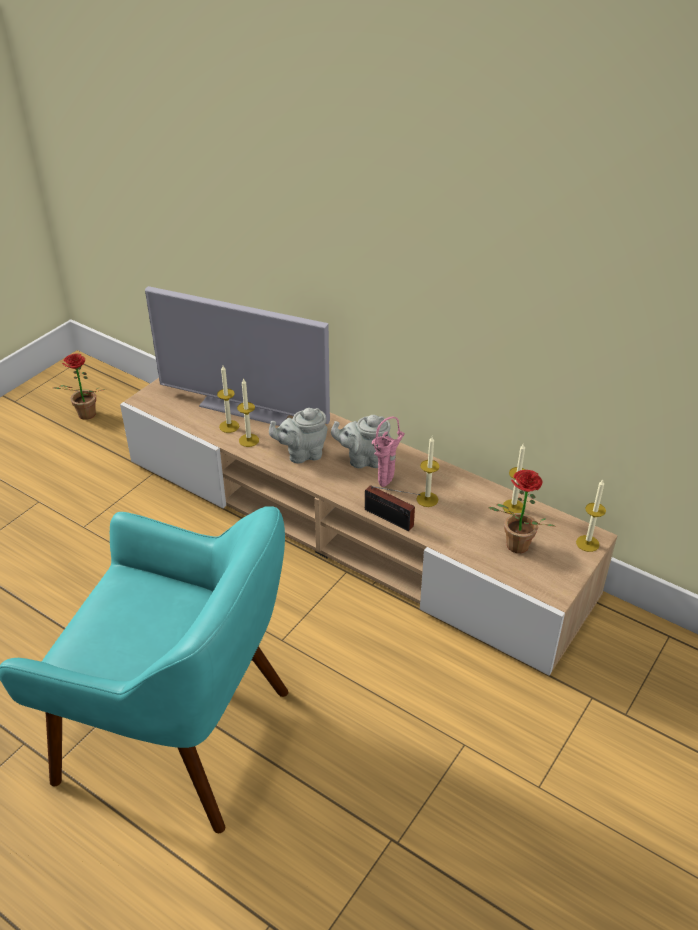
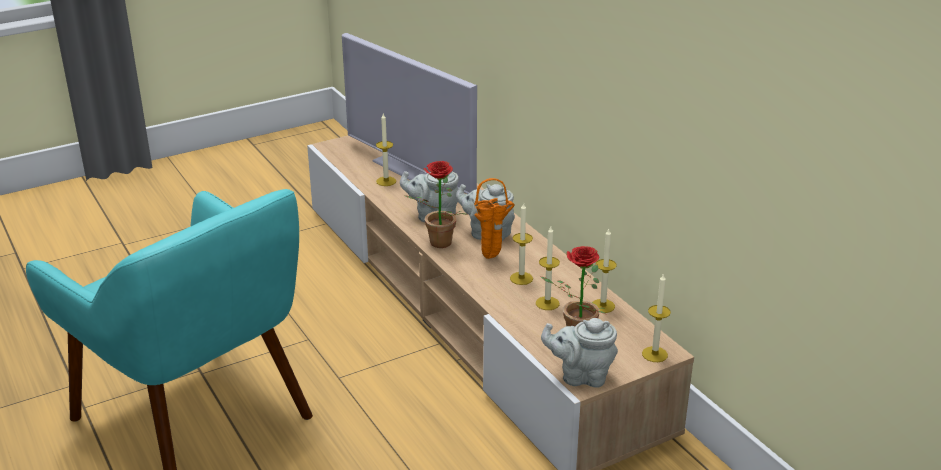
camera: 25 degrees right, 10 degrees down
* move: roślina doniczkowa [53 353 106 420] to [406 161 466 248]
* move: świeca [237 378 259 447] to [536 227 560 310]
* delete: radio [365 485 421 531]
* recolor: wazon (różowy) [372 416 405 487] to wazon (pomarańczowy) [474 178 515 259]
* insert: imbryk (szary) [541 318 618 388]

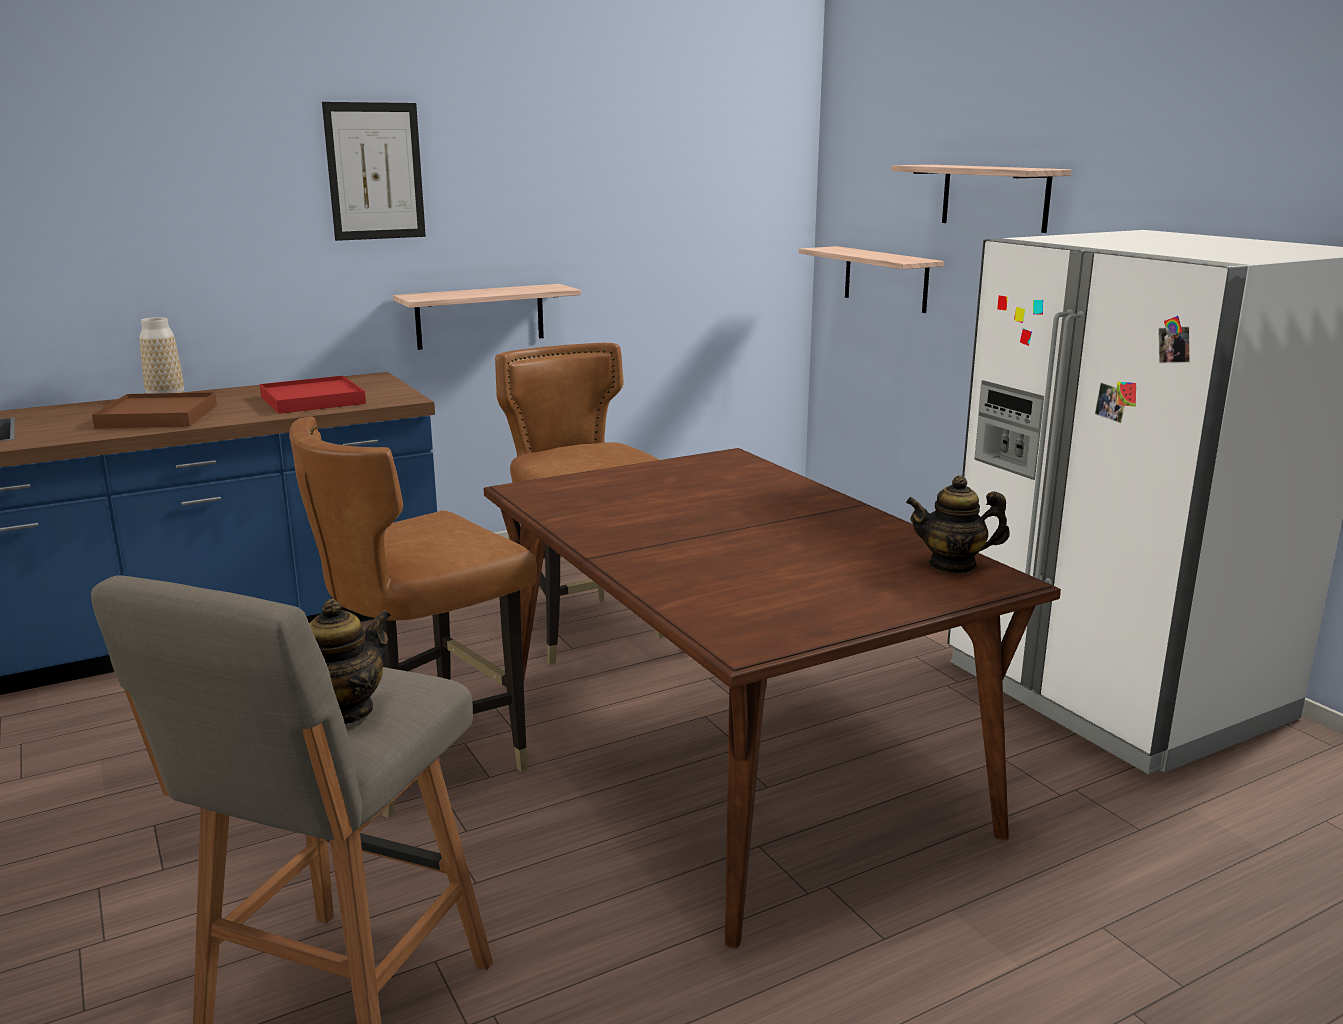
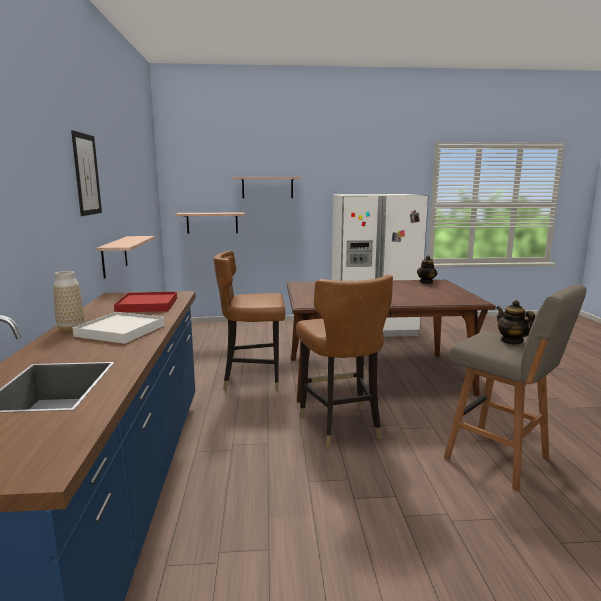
camera: 65 degrees left, 5 degrees down
* recolor: taca (brązowy) [92 392 217 429] to taca (biały) [73 312 165 344]

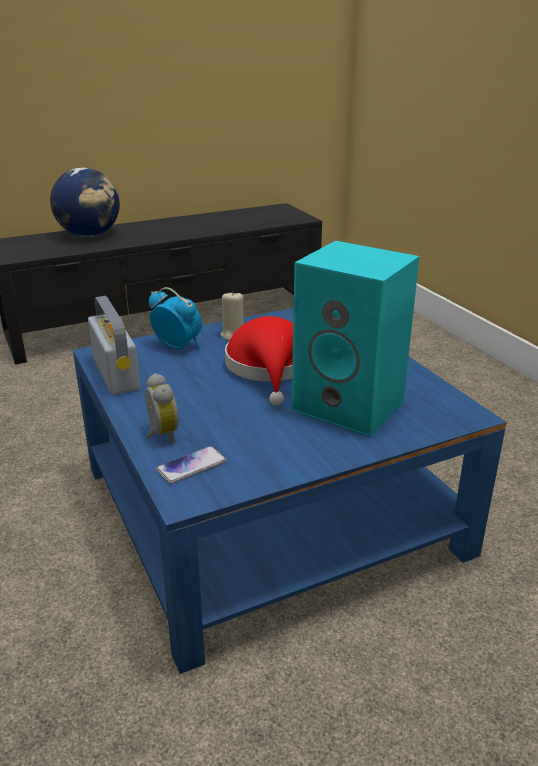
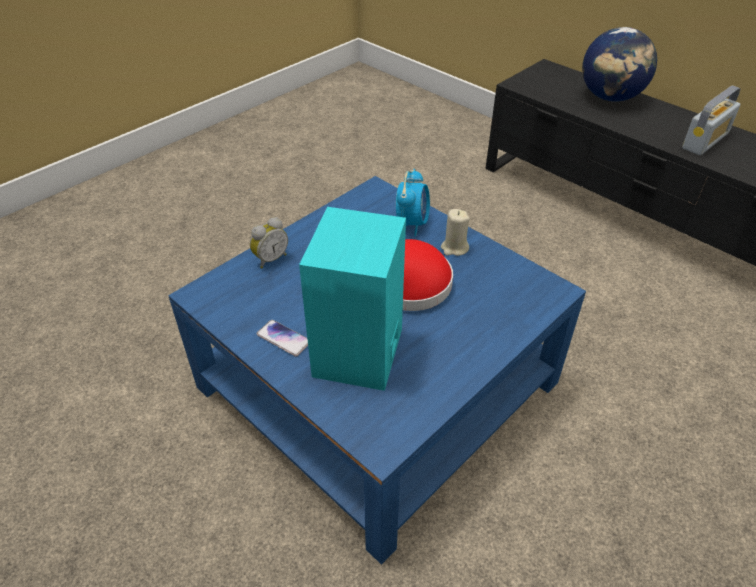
camera: 70 degrees right, 15 degrees up
* move: radio [88 296 140 395] to [682 85 741 155]
* move: telefon [156 446 226 484] to [256 320 308 357]

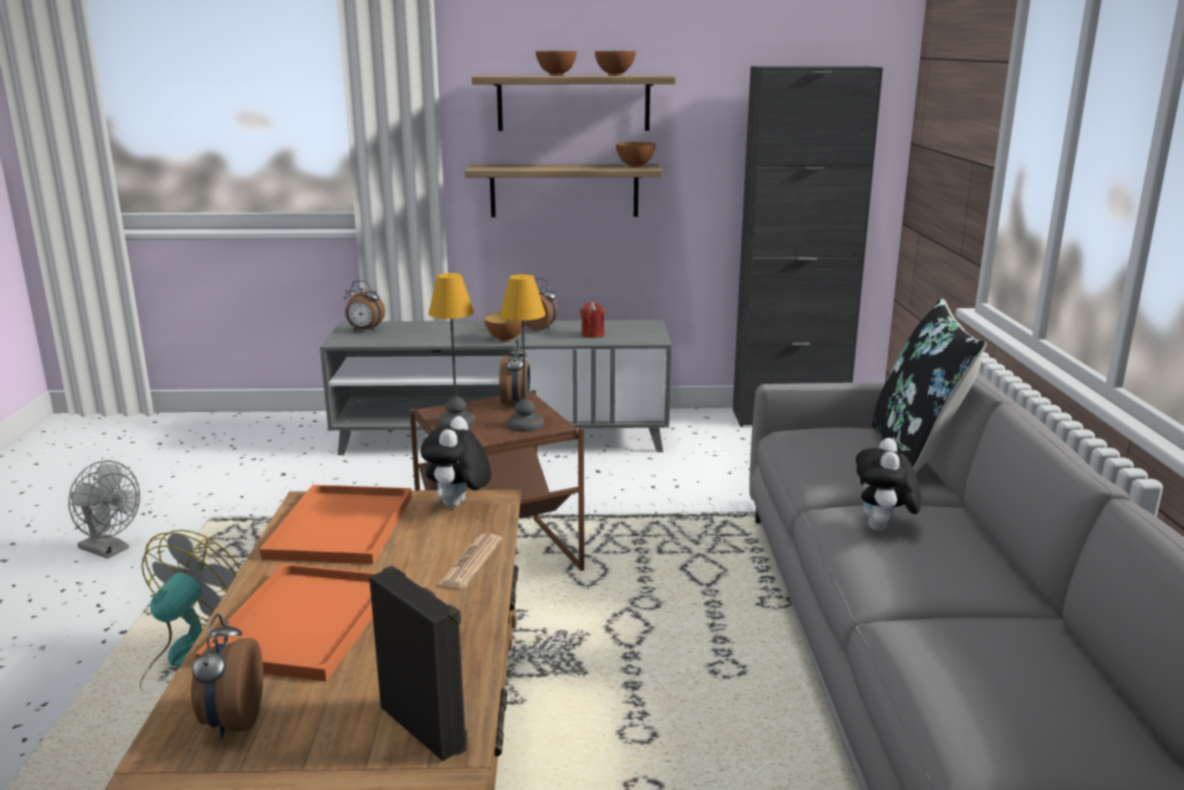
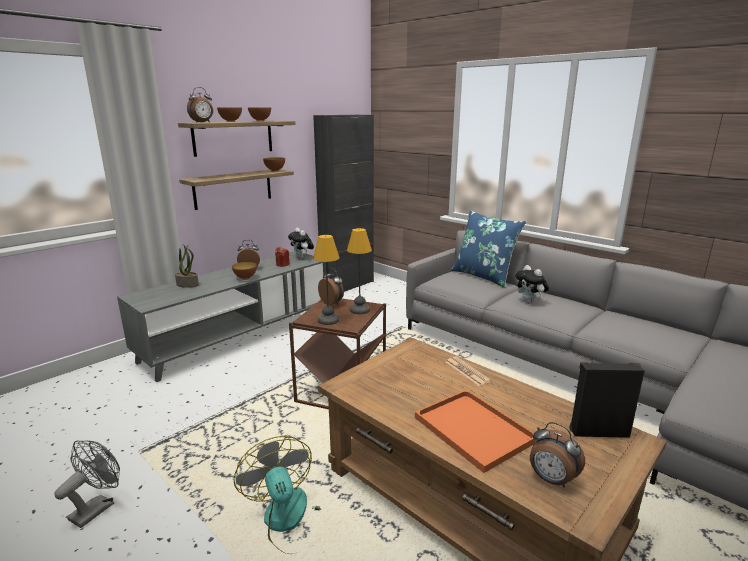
camera: 45 degrees left, 0 degrees up
* rotate: wentylator (szary) [68 460 140 559] = [54 440 120 528] 45 degrees counterclockwise
* delete: taca (pomarańczowy) [260 485 412 564]
* move: budzik [344 280 385 331] to [187 87 213 123]
* move: pluszak [421 416 491 508] to [288 228 314 259]
* recolor: poduszka (czarny) [872 298 986 474] to poduszka (niebieski) [451 210 526 288]
* insert: roślina doniczkowa [175 244 199 288]

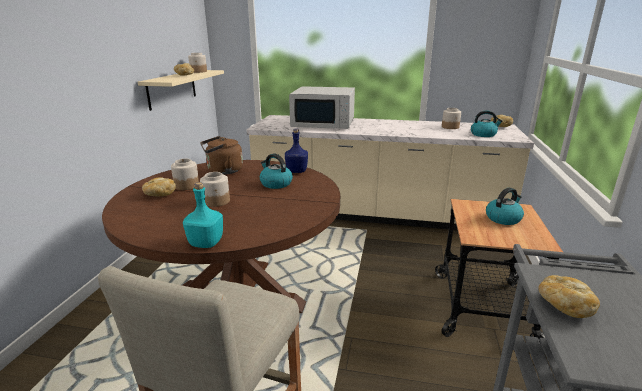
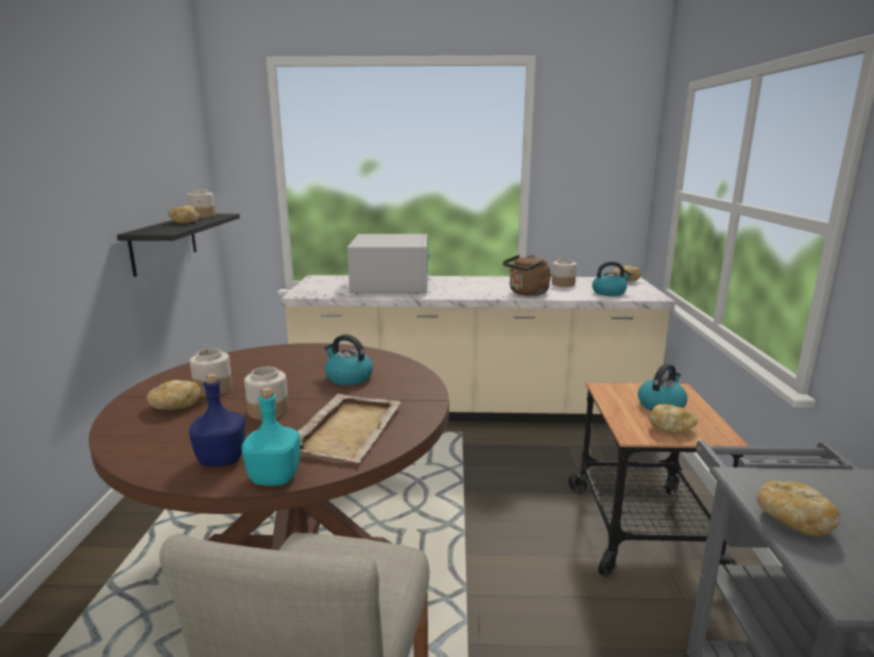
camera: 10 degrees left, 5 degrees down
* recolor: półka (beżowy) [138 70 224 111] to półka (czarny) [117 214 240 277]
* move: czajnik (brązowy) [200 136 243 175] to [503 255 551 296]
* move: butelka (niebieski) [285 129 308 173] to [189 373 245 467]
* rotate: mikrofalówka (biały) [289 86 355 129] = [347 234 430 294] 90 degrees counterclockwise
* insert: taca (beżowy) [297 394 401 463]
* insert: chleb [649 404 698 433]

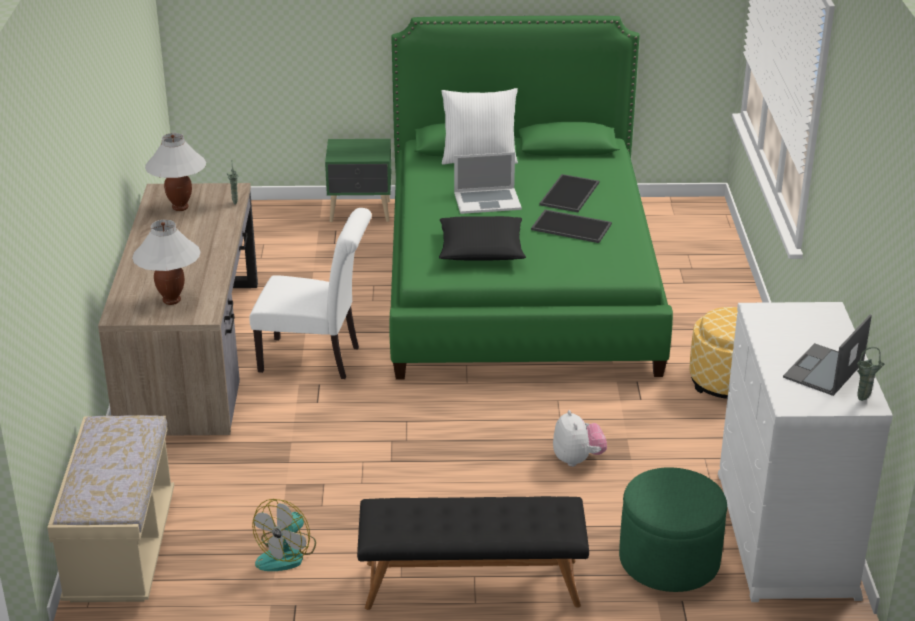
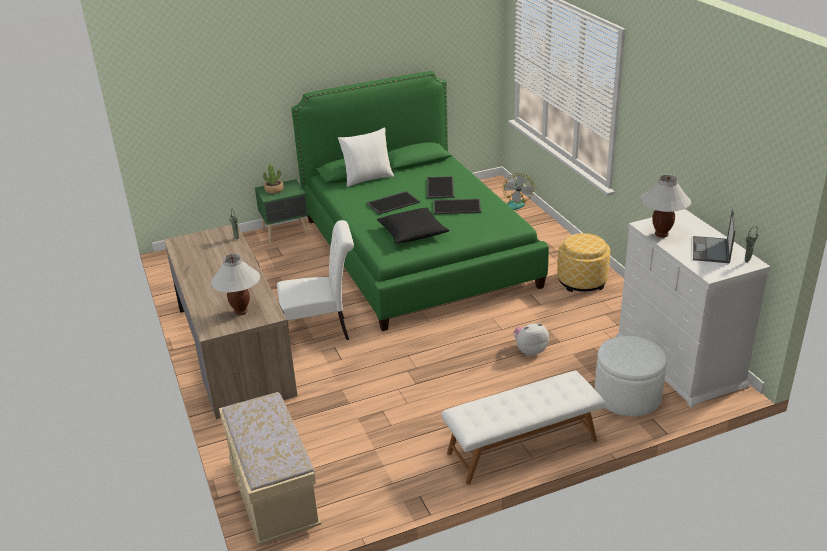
camera: 20 degrees left, 0 degrees up
* move: lampa stołowa (biały) [145 133 206 211] to [641 175 691 238]
* move: wentylator [252 499 316 571] to [501 173 534 210]
* recolor: ławka (czarny) [357 496 589 610] to ławka (biały) [442 371 605 485]
* replace: laptop [454 152 522 214] to taca [366 191 420 215]
* rotate: pluszak [553 410 607 467] = [514 323 549 356] 75 degrees counterclockwise
* recolor: pufa (zielony) [619 467 727 592] to pufa (biały) [595 336 667 416]
* insert: roślina doniczkowa [263 164 284 194]

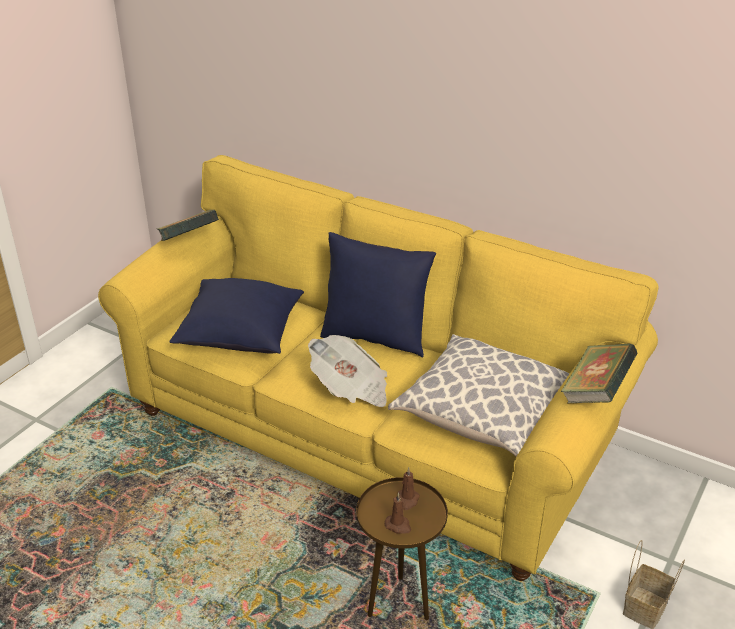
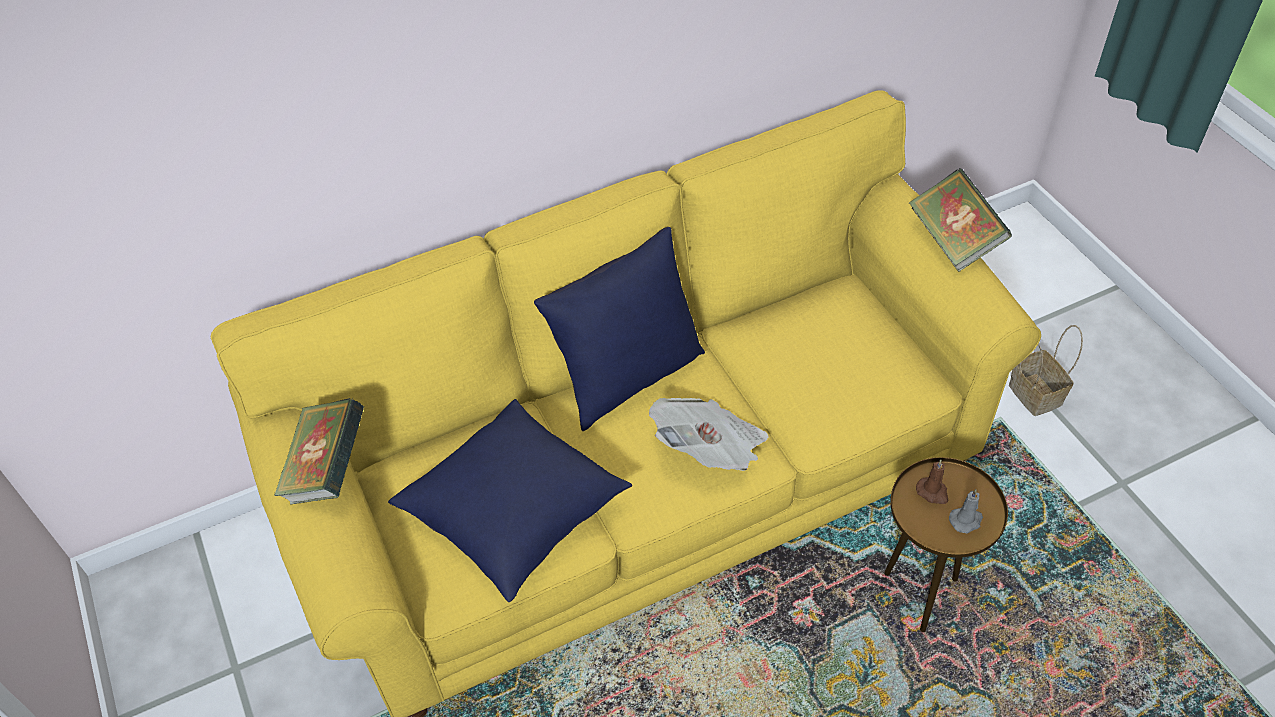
camera: 55 degrees left, 15 degrees up
* recolor: świeca (brązowy) [385 493 411 534] to świeca (szary) [949 489 983 534]
* delete: poduszka [388 334 570 456]

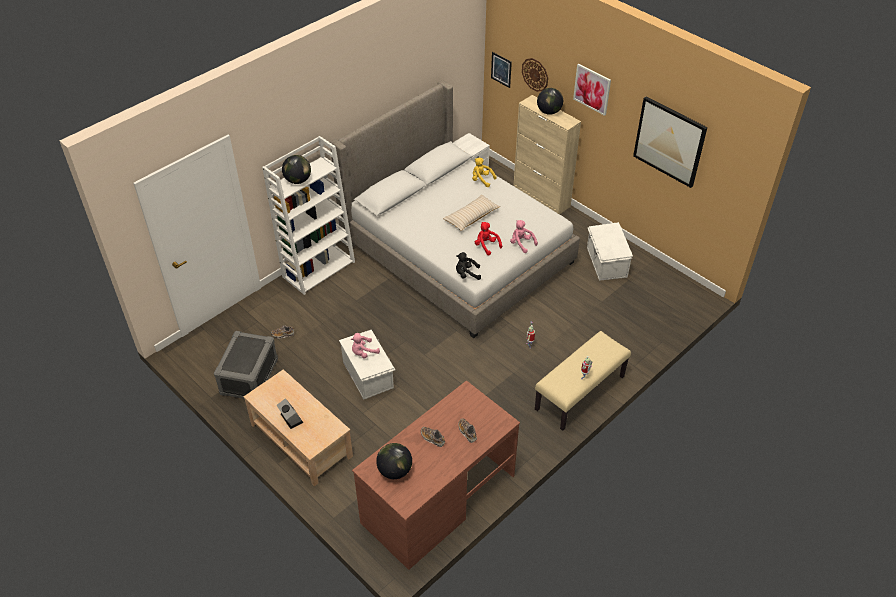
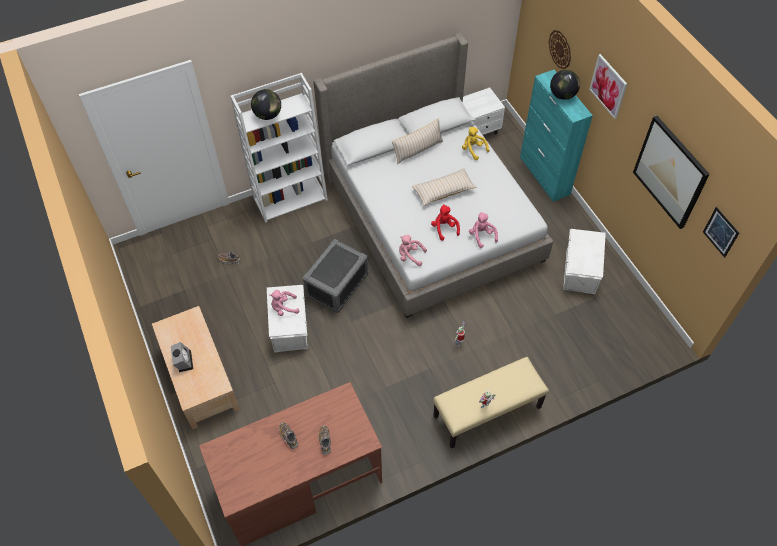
camera: 20 degrees right, 10 degrees up
* move: pojemnik do przechowywania (szary) [214 331 278 399] to [302 239 368 313]
* delete: globus [376 443 412 479]
* recolor: pluszak (czarny) [456 252 481 280] to pluszak (różowy) [399 235 427 266]
* move: obraz [491 52 512 88] to [703 207 739 258]
* recolor: szafka (beżowy) [513 95 581 215] to szafka (turkusowy) [520 70 593 202]
* insert: poduszka (beżowy) [392 118 443 164]

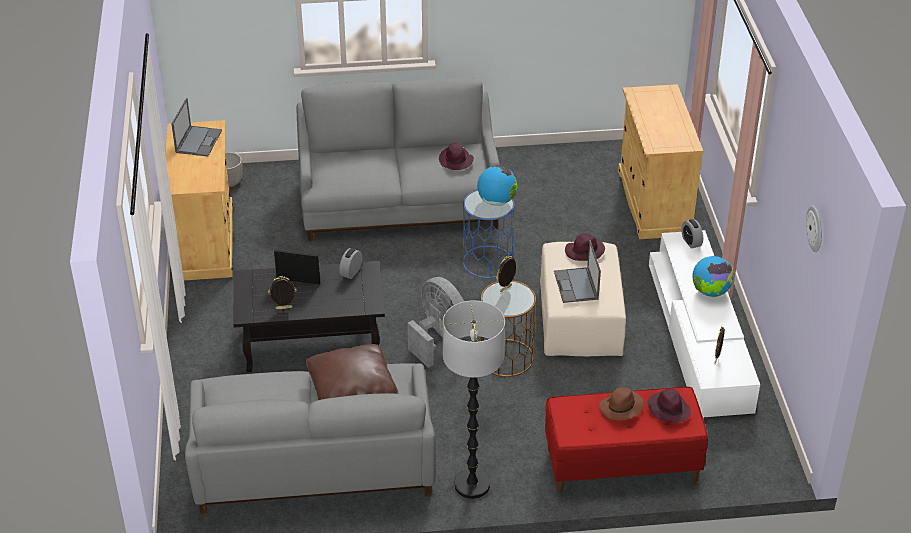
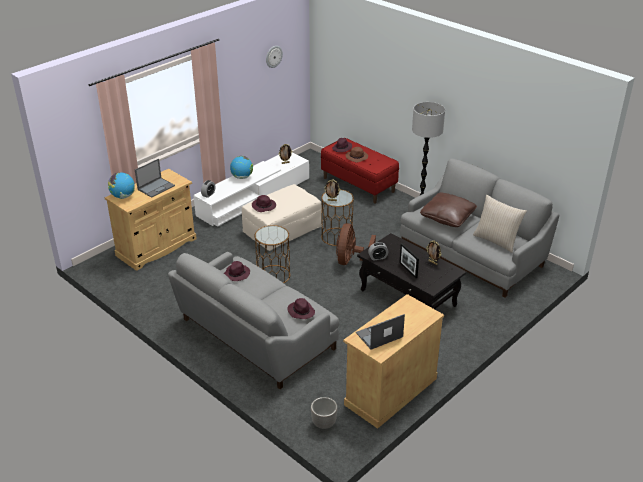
camera: 130 degrees left, 5 degrees down
* recolor: wentylator (szary) [407 277 464 368] to wentylator (brązowy) [336 223 376 265]
* recolor: stolik (niebieski) [463 189 515 278] to stolik (brązowy) [255 225 290 283]
* move: globus [477 165 518 206] to [108 172 135 199]
* move: laptop [554 240 601 303] to [135 159 175 198]
* insert: kapelusz (fioletowy) [287 298 315 319]
* insert: poduszka (beżowy) [473 195 527 253]

